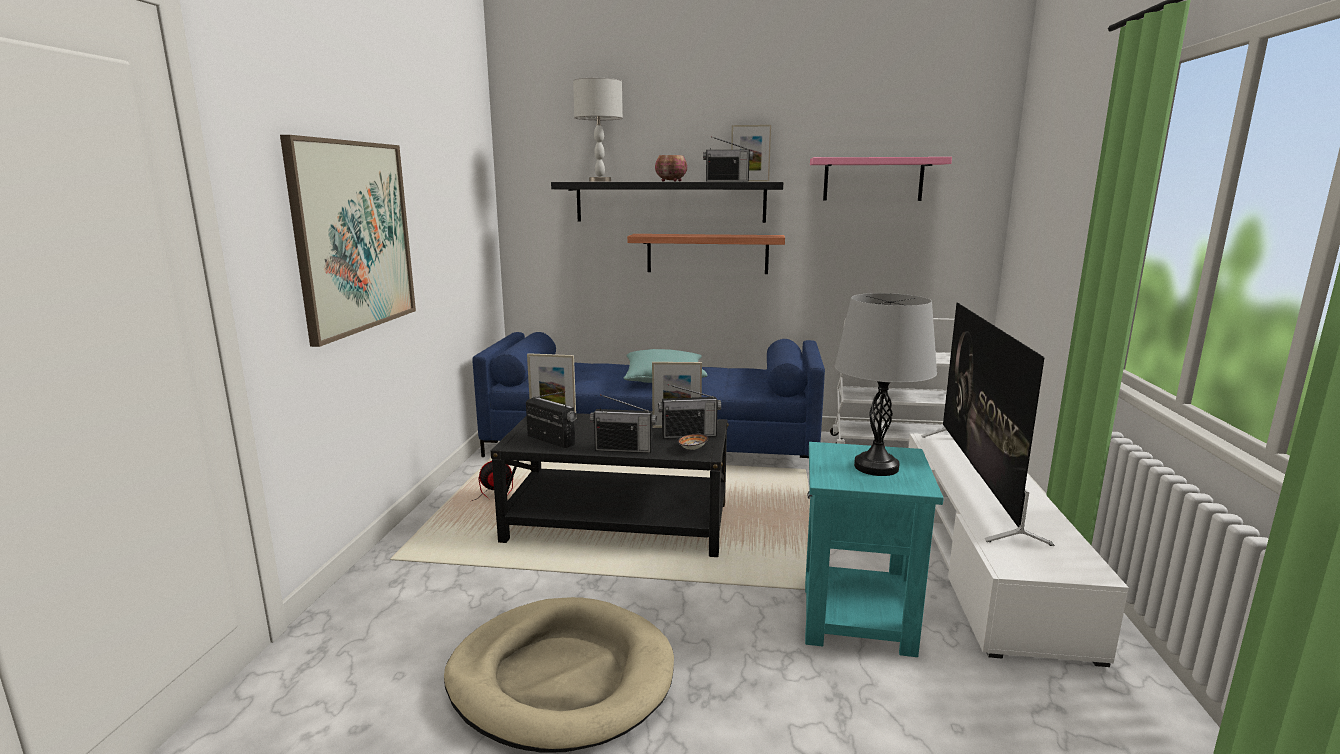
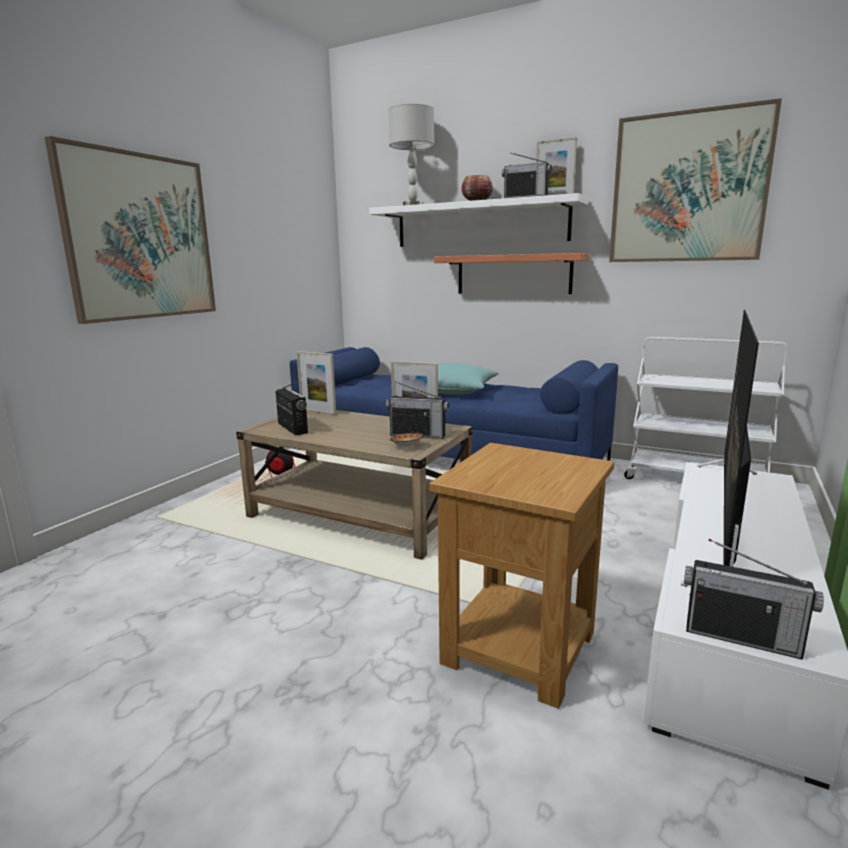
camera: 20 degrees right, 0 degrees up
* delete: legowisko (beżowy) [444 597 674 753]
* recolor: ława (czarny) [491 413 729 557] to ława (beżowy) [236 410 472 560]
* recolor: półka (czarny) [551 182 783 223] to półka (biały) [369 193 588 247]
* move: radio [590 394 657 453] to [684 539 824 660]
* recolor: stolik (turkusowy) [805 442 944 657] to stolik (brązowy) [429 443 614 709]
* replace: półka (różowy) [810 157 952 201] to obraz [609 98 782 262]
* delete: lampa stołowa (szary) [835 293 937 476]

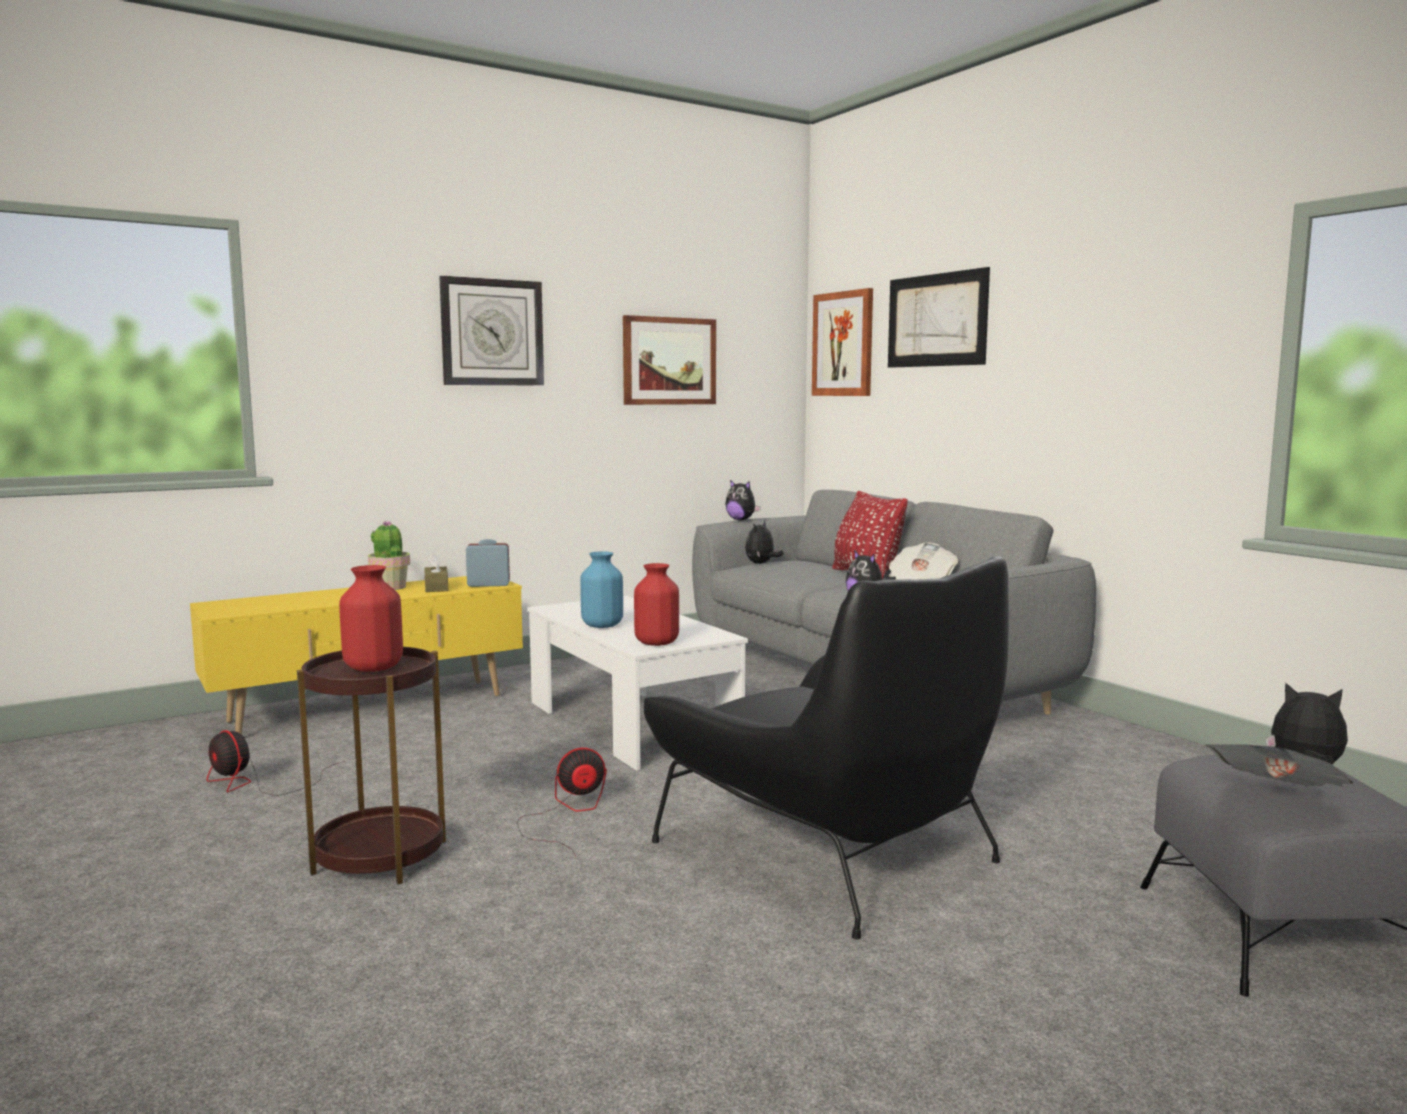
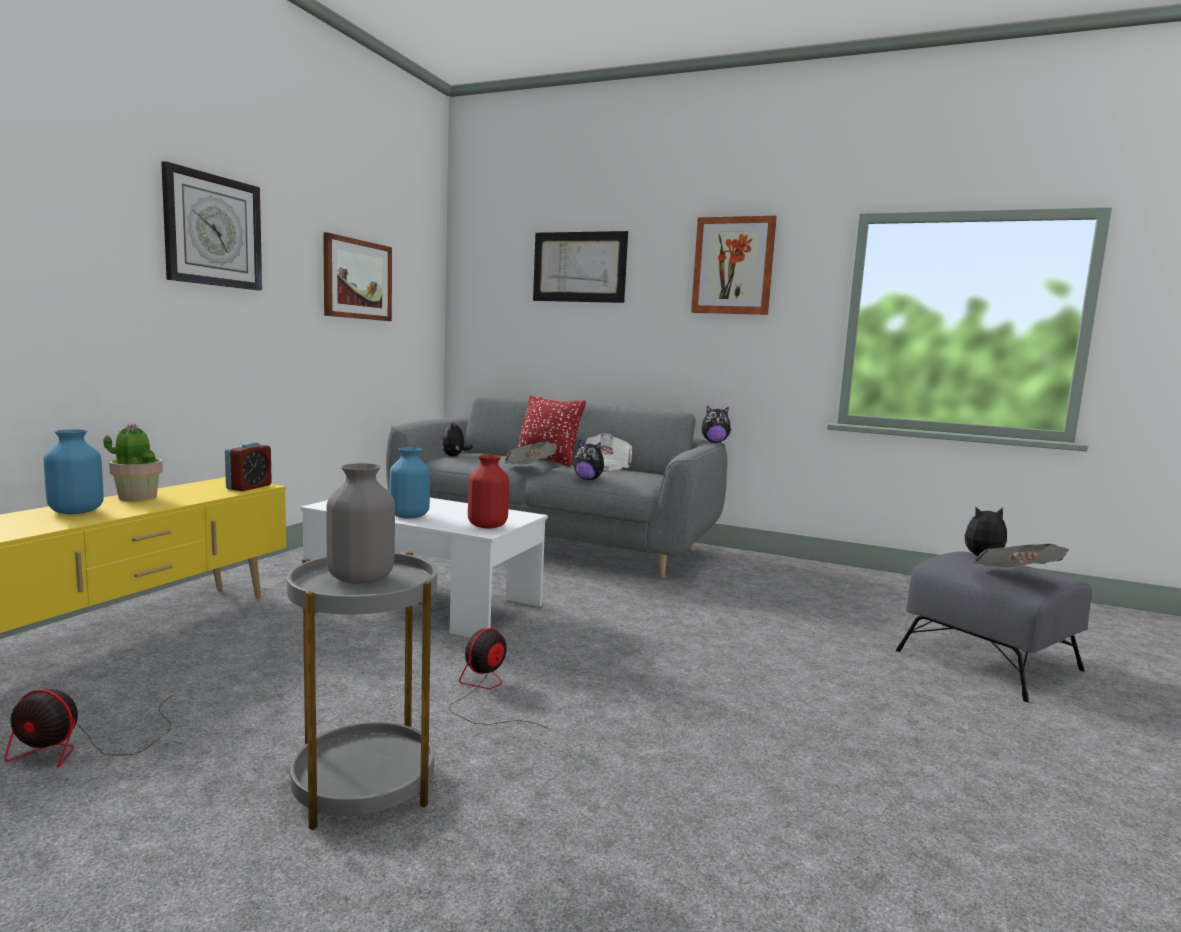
camera: 35 degrees left, 0 degrees up
* recolor: stolik (brązowy) [297 647 446 884] to stolik (szary) [287 552 437 830]
* recolor: wazon (czerwony) [339 565 403 672] to wazon (szary) [326 463 395 584]
* delete: pudełko chusteczek (brązowy) [425 553 448 592]
* rotate: budzik [466 539 510 587] = [225 442 272 491] 150 degrees clockwise
* delete: fotel (czarny) [644 556 1009 939]
* move: pluszak [725 480 761 520] to [701 406 732 443]
* move: obraz [812 288 873 396] to [691 216 777 315]
* insert: wazon (niebieski) [44 429 104 514]
* insert: gazeta [504 441 558 465]

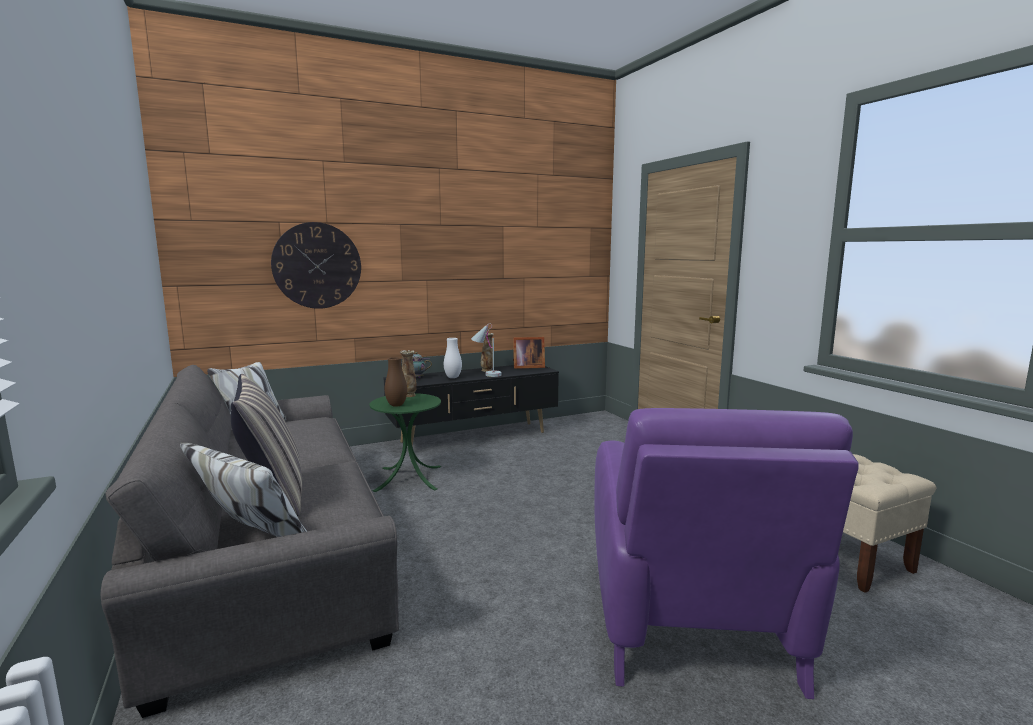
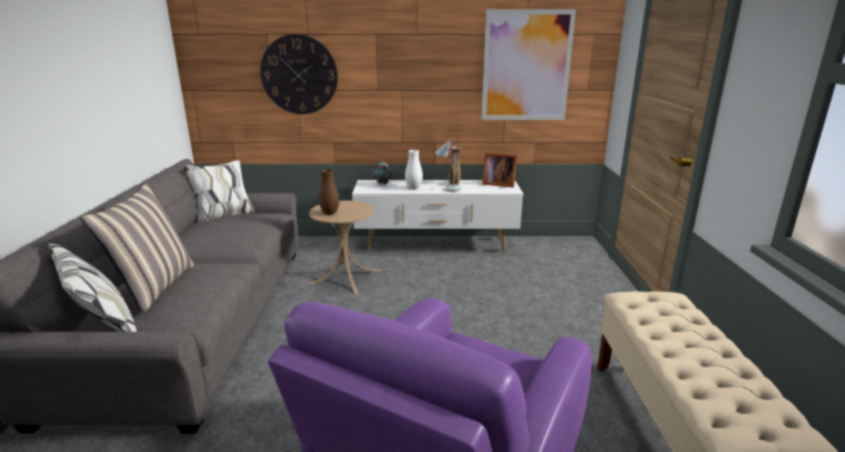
camera: 25 degrees right, 10 degrees up
* recolor: stolik (zielony) [370 393 441 492] to stolik (beżowy) [309 201 382 294]
* recolor: szafka pod telewizor (czarny) [383 365 559 446] to szafka pod telewizor (biały) [352 180 523 252]
* delete: wazon [400 350 417 397]
* insert: obraz [481 9 576 120]

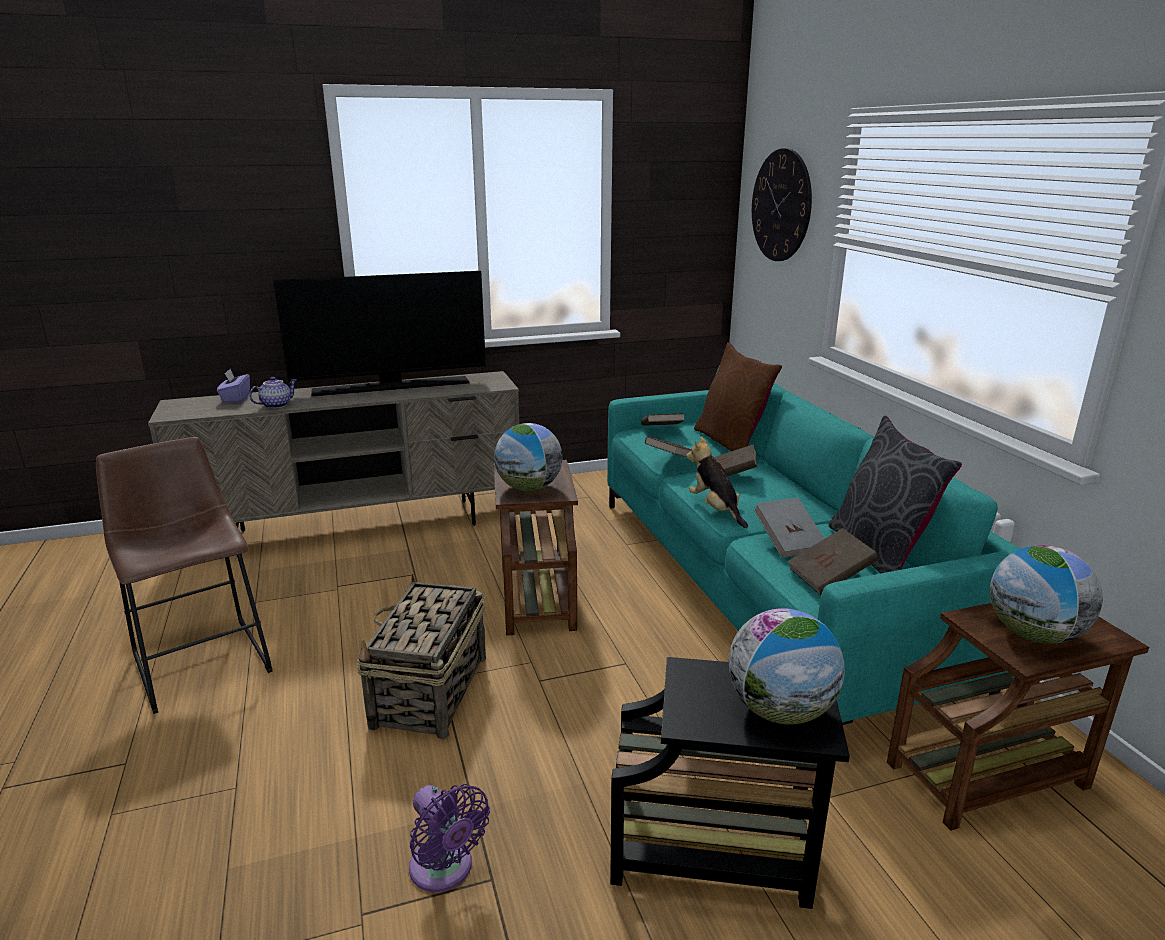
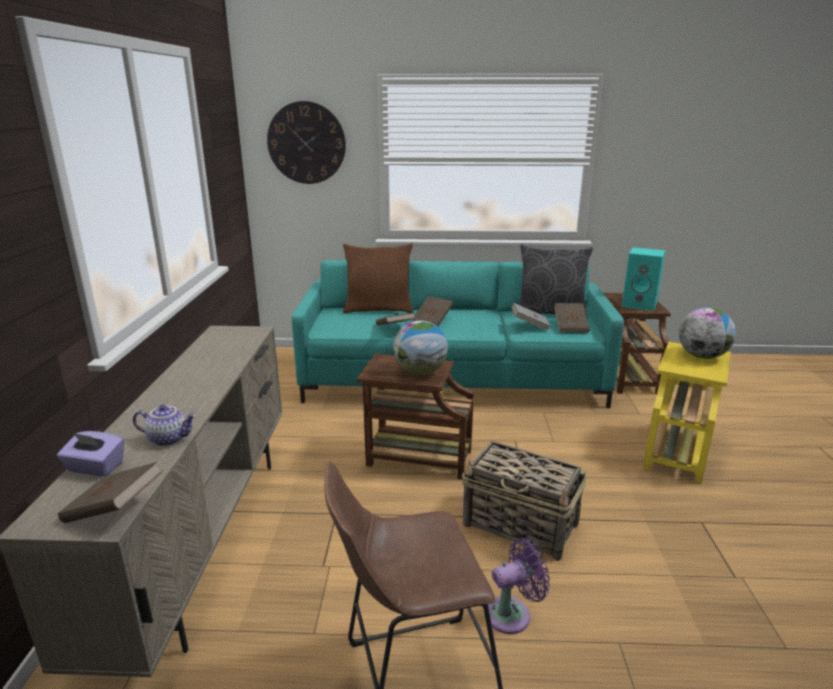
camera: 70 degrees left, 0 degrees up
* rotate: imbryk [249 377 297 409] = [133 405 196 446] 120 degrees clockwise
* delete: telewizor [273 271 486 396]
* move: wentylator (fioletowy) [409 784 490 892] to [488 538 550 634]
* recolor: stolik (czarny) [610 657 850 909] to stolik (żółty) [643 342 731 484]
* move: książka (brązowy) [641 413 685 426] to [58 462 162 523]
* delete: pluszak [686 436 748 528]
* replace: globus [990 545 1102 644] to głośnik (turkusowy) [622 247 665 311]

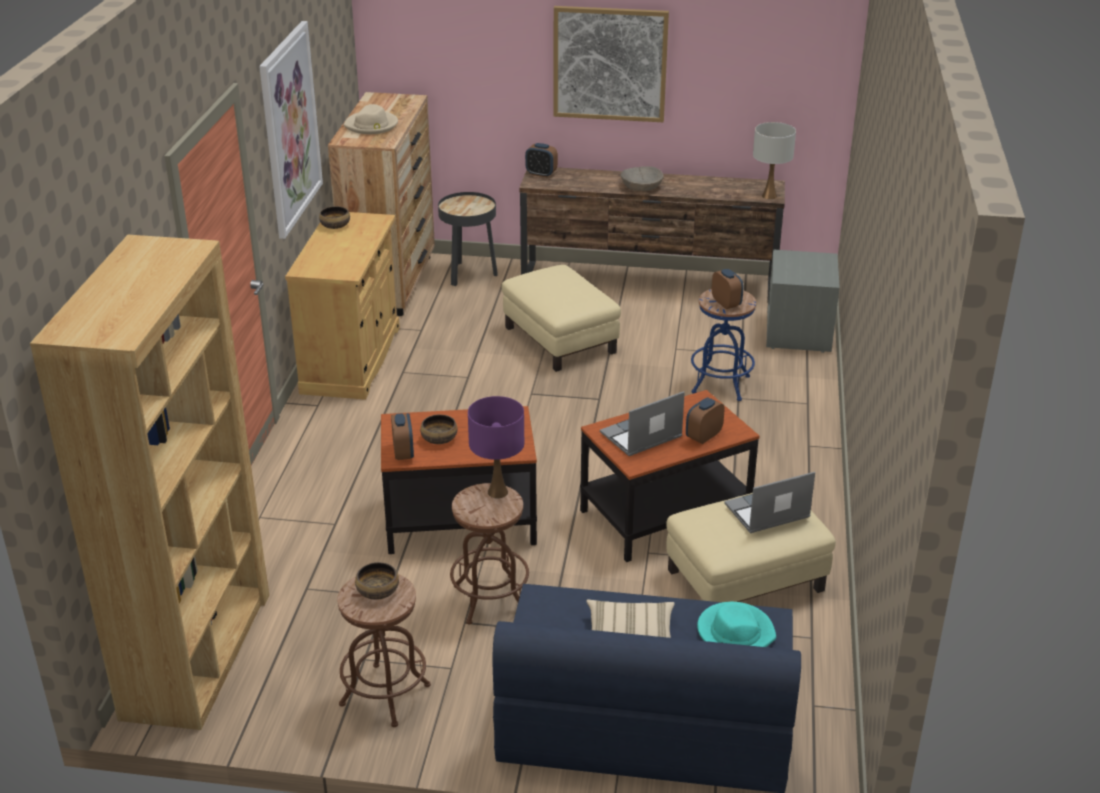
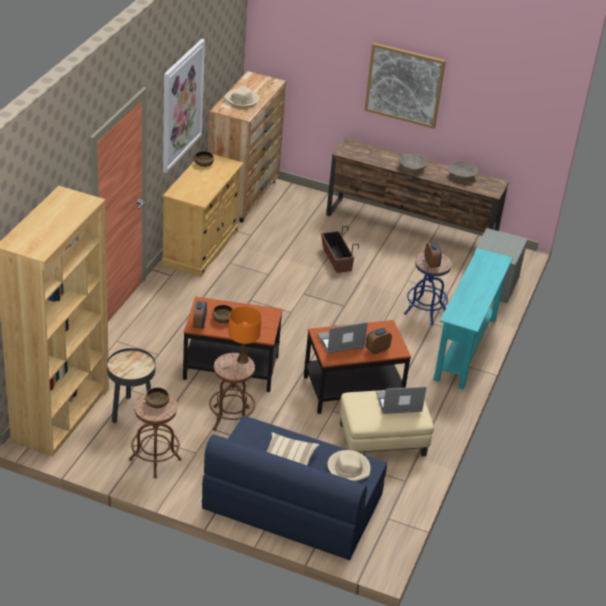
camera: 10 degrees right, 5 degrees up
* move: stolik (czarny) [438 192 498 286] to [107 348 156 424]
* recolor: lampa stołowa (fioletowy) [468 396 524 498] to lampa stołowa (pomarańczowy) [228 306 262 364]
* replace: pufa (beżowy) [502 265 621 372] to donica [321 226 359 273]
* delete: budzik [525 143 558 177]
* recolor: kapelusz (turkusowy) [697 602 776 647] to kapelusz (beżowy) [327 450 371 481]
* delete: lampa stołowa (biały) [753 122 796 200]
* insert: stolik konsolowy (turkusowy) [434 248 513 390]
* insert: miska (beżowy) [448 161 478 181]

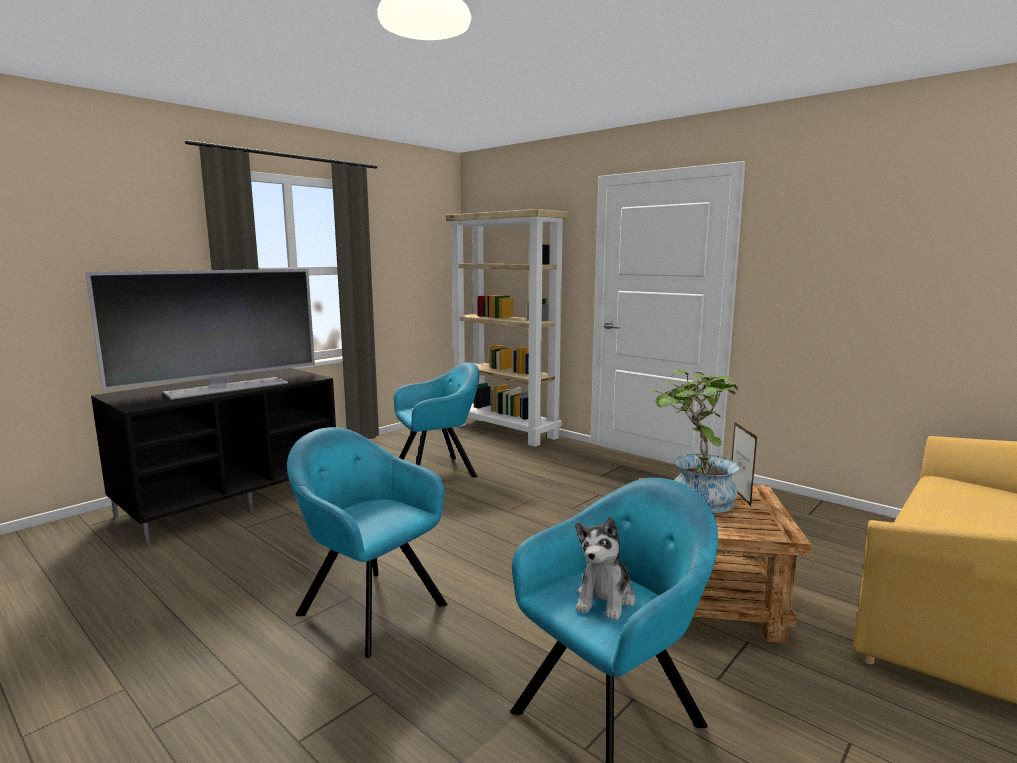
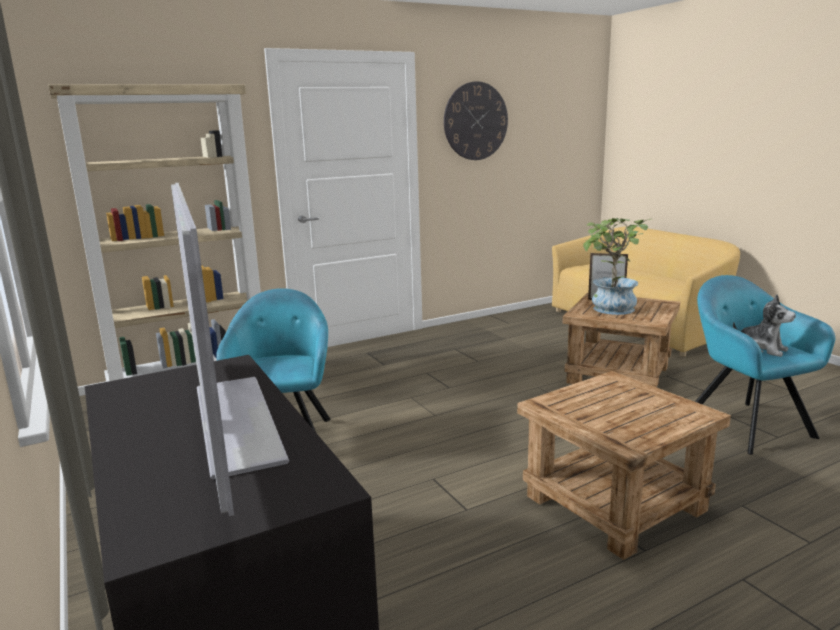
camera: 70 degrees left, 5 degrees up
* replace: fotel (turkusowy) [287 427 448 658] to stolik (brązowy) [517 371 731 560]
* insert: zegar ścienny [444 81 508 160]

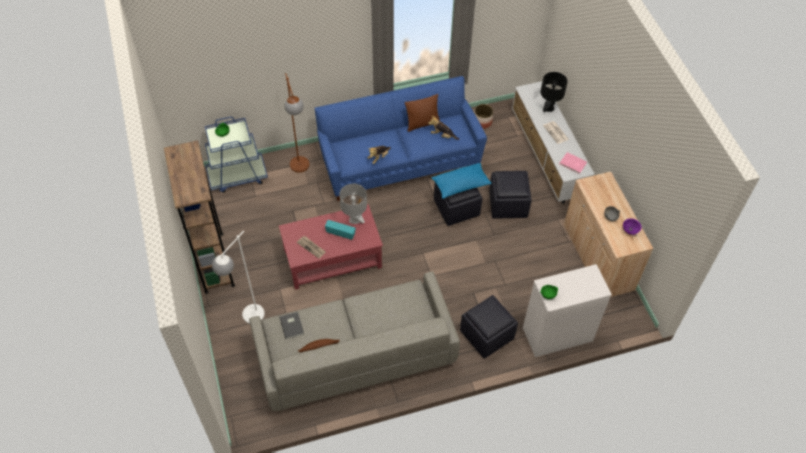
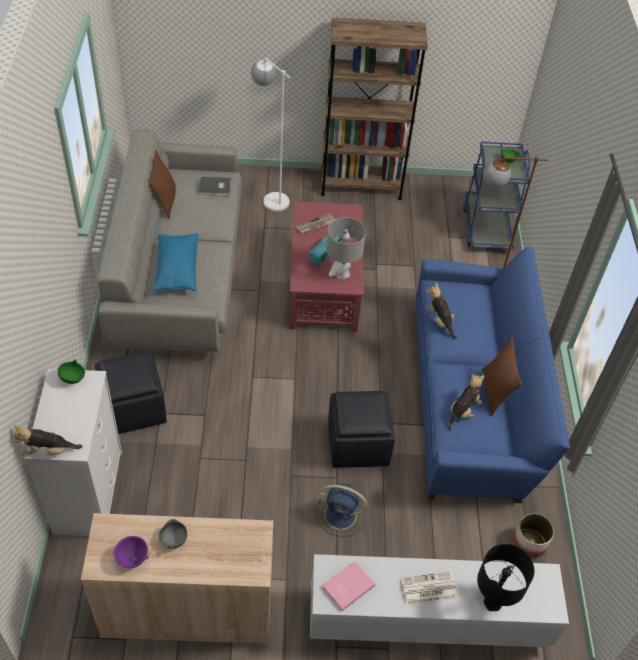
camera: 105 degrees right, 5 degrees down
* move: poduszka (niebieski) [432 163 492 199] to [153 234 198 291]
* replace: pufa (czarny) [489 171 532 219] to wentylator (niebieski) [317 483 367 537]
* insert: pluszak [11 425 83 456]

